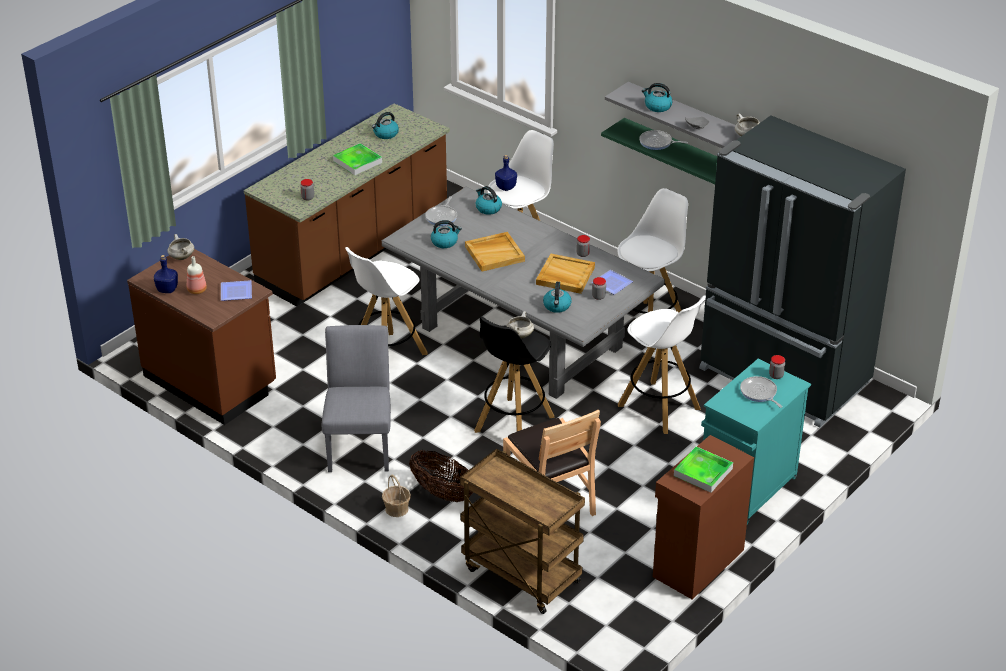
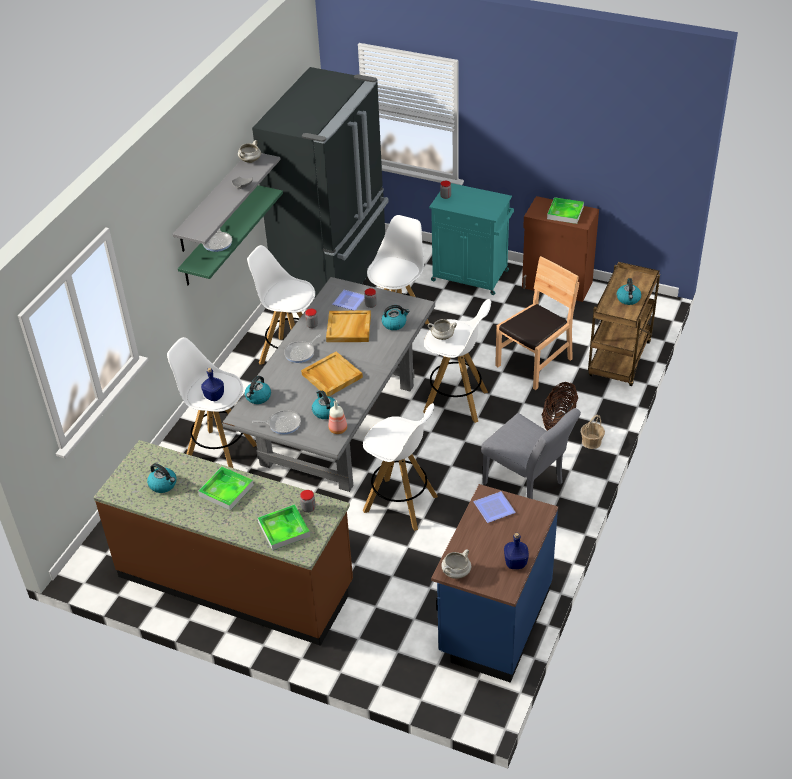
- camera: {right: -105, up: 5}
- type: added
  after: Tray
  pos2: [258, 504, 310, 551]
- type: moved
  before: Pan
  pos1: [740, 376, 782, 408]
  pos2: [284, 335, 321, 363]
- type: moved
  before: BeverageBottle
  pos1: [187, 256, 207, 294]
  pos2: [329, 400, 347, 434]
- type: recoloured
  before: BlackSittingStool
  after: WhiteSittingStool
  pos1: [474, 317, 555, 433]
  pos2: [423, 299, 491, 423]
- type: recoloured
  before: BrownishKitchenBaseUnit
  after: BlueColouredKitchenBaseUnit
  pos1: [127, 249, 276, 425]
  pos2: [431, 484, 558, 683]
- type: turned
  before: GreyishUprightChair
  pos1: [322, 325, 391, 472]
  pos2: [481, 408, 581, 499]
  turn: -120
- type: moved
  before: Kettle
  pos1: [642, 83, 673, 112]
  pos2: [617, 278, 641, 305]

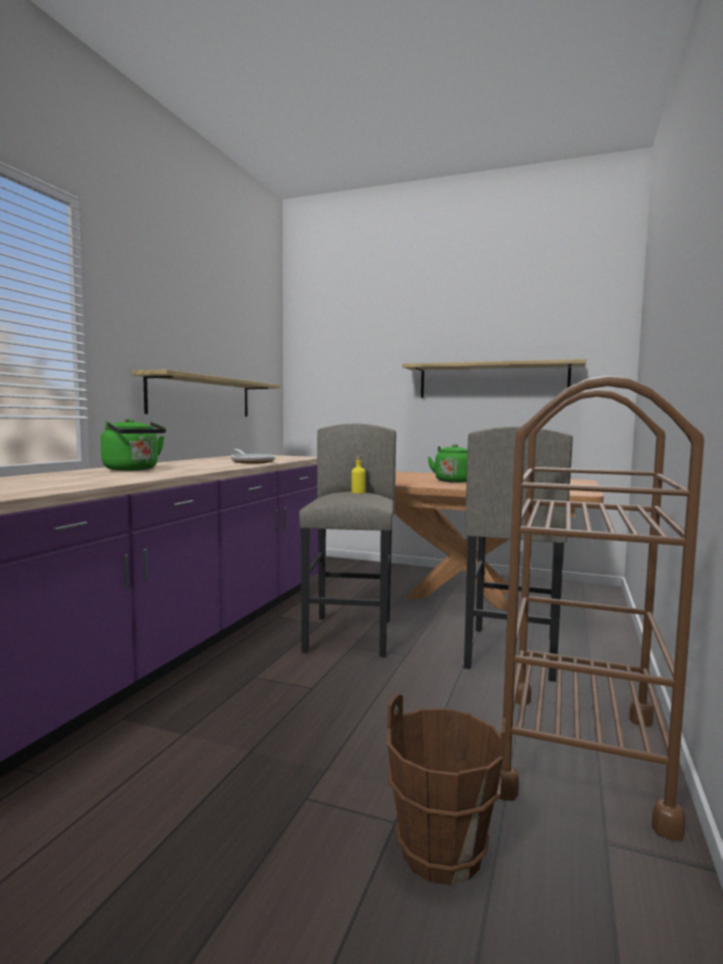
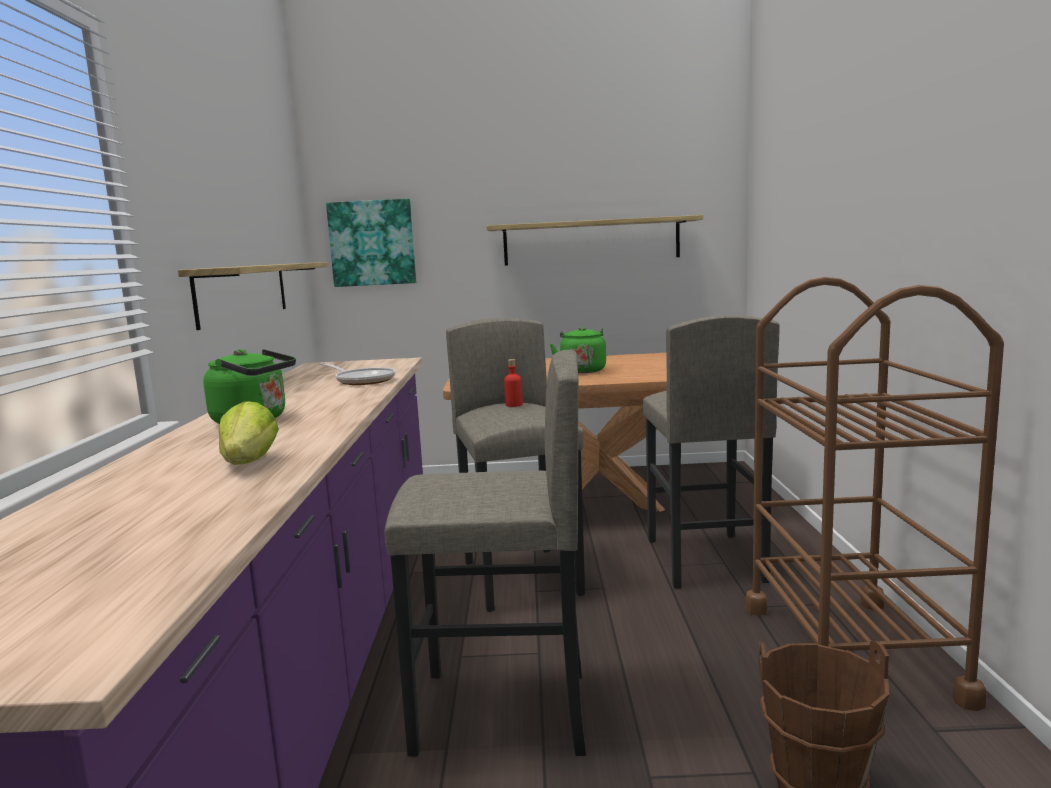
- camera: {right: -20, up: 5}
- type: added
  after: Lettuce
  pos2: [219, 401, 279, 465]
- type: added
  after: Picture
  pos2: [326, 199, 416, 287]
- type: added
  after: GreyishSittingStool
  pos2: [384, 350, 586, 757]
- type: recoloured
  before: YellowBeverageBottle
  after: ReddishBeverageBottle
  pos1: [351, 455, 366, 494]
  pos2: [504, 359, 523, 407]

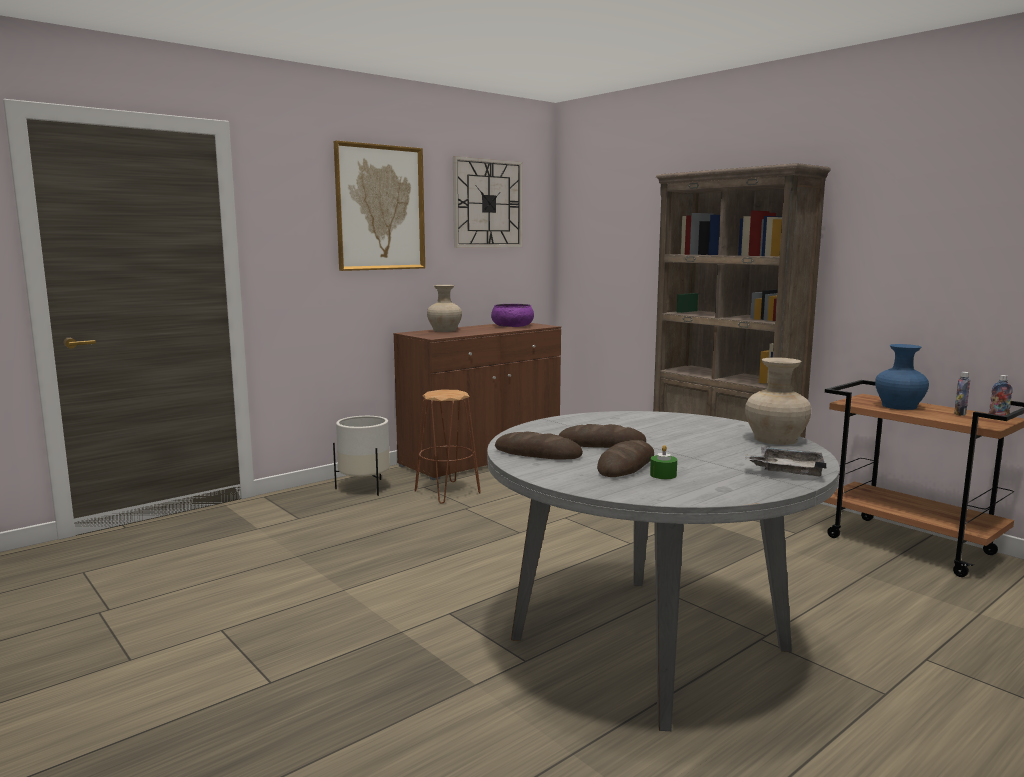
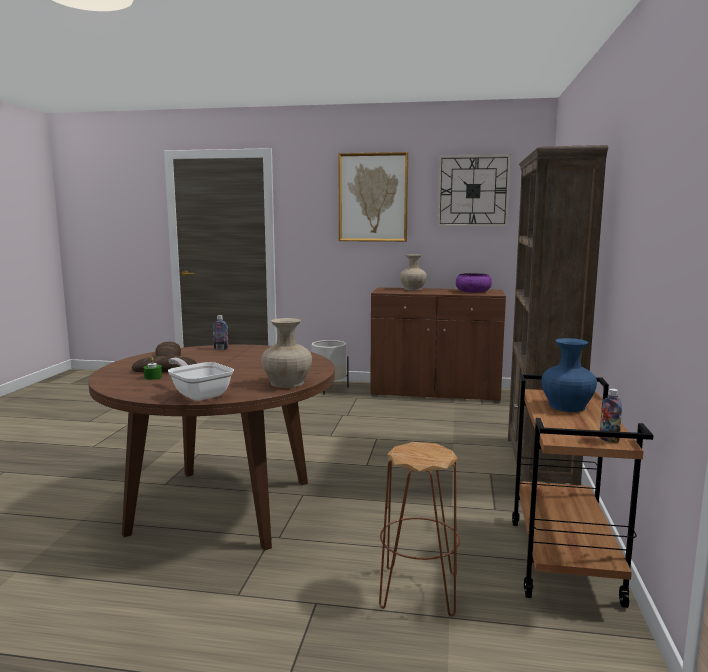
- camera: {right: 50, up: 0}
- type: recoloured
  before: GreyishDiningTable
  after: BrownishDiningTable
  pos1: [487, 411, 840, 731]
  pos2: [88, 345, 335, 551]
- type: replaced
  before: GreyishTray
  after: Pan
  pos1: [745, 447, 826, 476]
  pos2: [168, 358, 234, 401]
- type: moved
  before: BeverageBottle
  pos1: [954, 372, 970, 416]
  pos2: [213, 315, 228, 350]
- type: moved
  before: BrownishSittingStool
  pos1: [415, 389, 481, 504]
  pos2: [379, 442, 460, 616]
- type: removed
  before: Bread
  pos1: [559, 424, 646, 448]

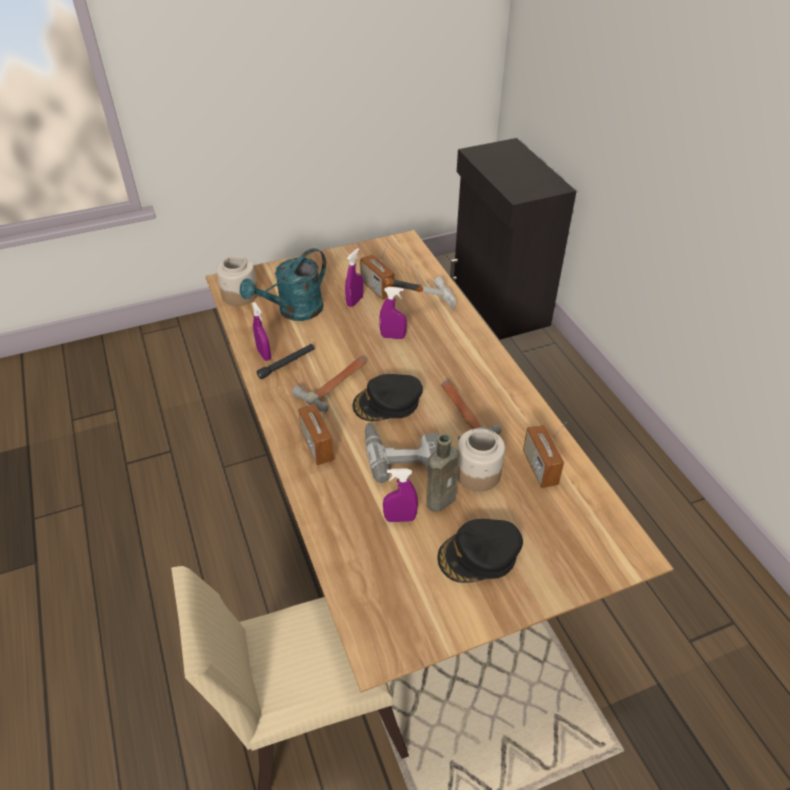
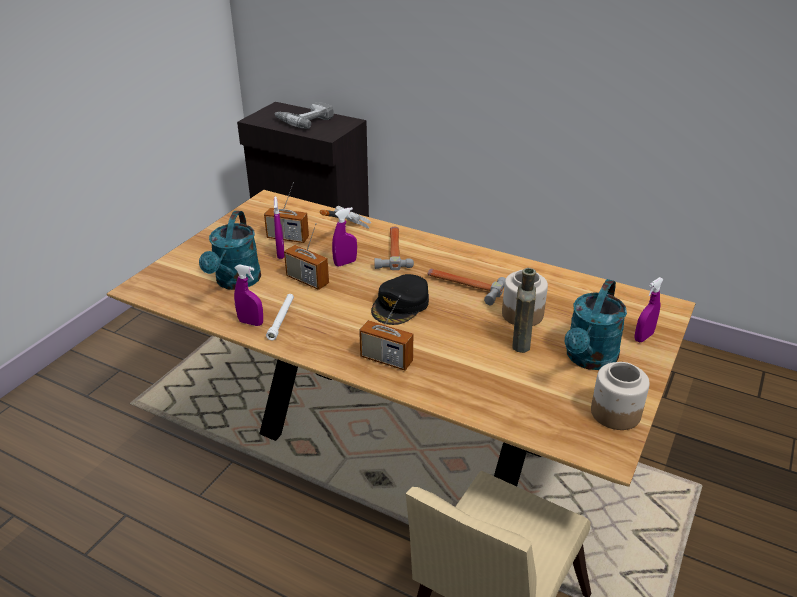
- camera: {right: -40, up: -10}
- type: recoloured
  before: BlackHandTorch
  after: WhiteHandTorch
  pos1: [257, 344, 314, 379]
  pos2: [266, 294, 294, 340]
- type: moved
  before: PowerDrill
  pos1: [365, 423, 438, 483]
  pos2: [275, 102, 334, 129]
- type: moved
  before: RadioReceiver
  pos1: [523, 422, 567, 488]
  pos2: [284, 223, 329, 290]
- type: moved
  before: HandHammer
  pos1: [292, 357, 366, 413]
  pos2: [375, 227, 414, 270]
- type: replaced
  before: BlackCap
  after: TurquoiseWateringCan
  pos1: [437, 519, 523, 583]
  pos2: [565, 279, 627, 370]
- type: moved
  before: Jar
  pos1: [216, 256, 257, 306]
  pos2: [591, 362, 650, 430]
- type: moved
  before: PurpleColouredHandSprayer
  pos1: [383, 469, 418, 522]
  pos2: [635, 277, 664, 342]

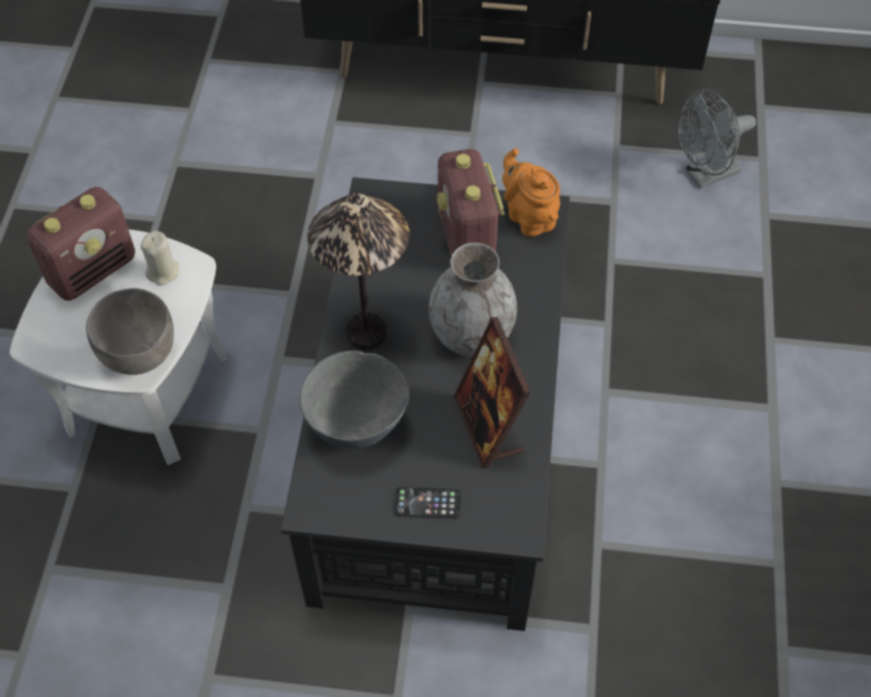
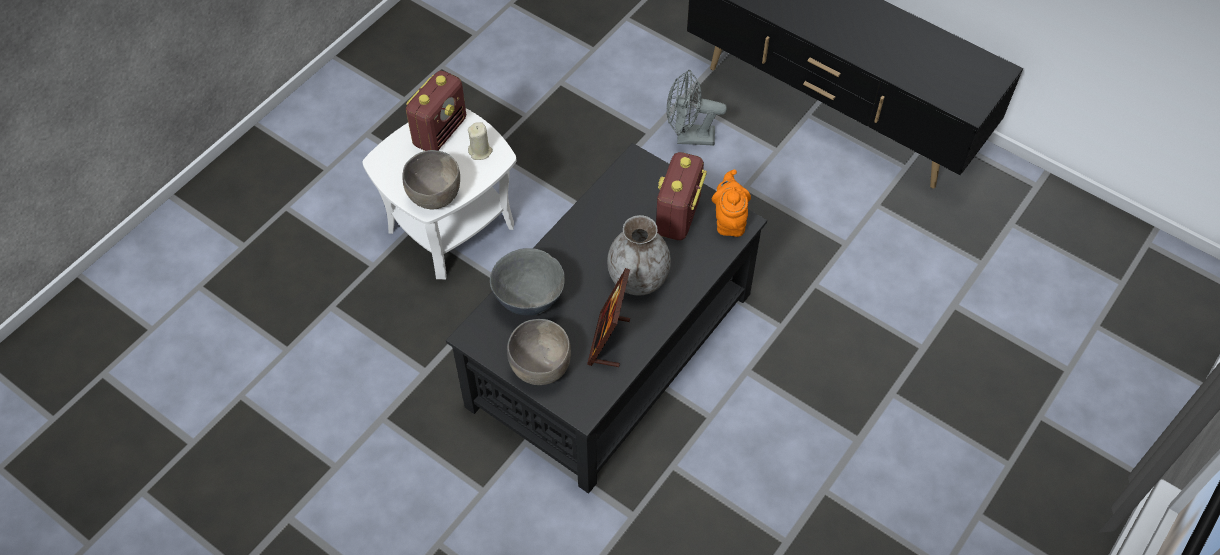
- camera: {right: 30, up: 0}
- type: turned
  before: RadioReceiver
  pos1: [26, 187, 135, 300]
  pos2: [406, 71, 466, 151]
  turn: -45
- type: replaced
  before: Phone
  after: GreyishServingBowl
  pos1: [395, 487, 462, 519]
  pos2: [507, 319, 571, 385]
- type: moved
  before: GreyishCoolingFan
  pos1: [678, 89, 756, 189]
  pos2: [667, 70, 727, 146]
- type: removed
  before: LampForATable
  pos1: [307, 193, 409, 350]

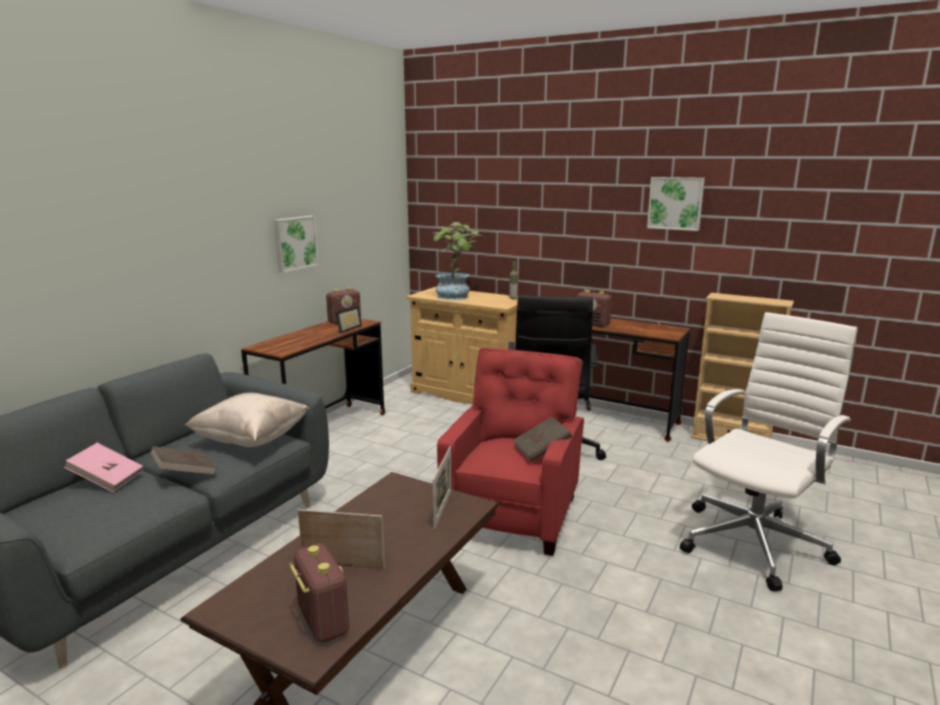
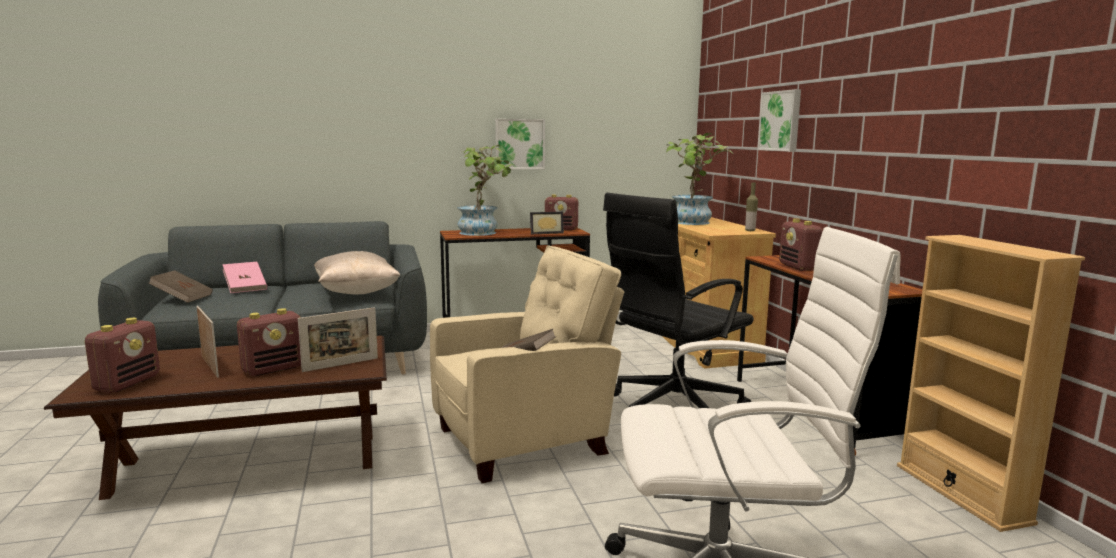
- camera: {right: 45, up: -5}
- type: moved
  before: BrownishBoundBook
  pos1: [150, 446, 217, 475]
  pos2: [149, 270, 213, 303]
- type: added
  after: RadioReceiver
  pos2: [237, 308, 301, 376]
- type: recoloured
  before: ReddishLoungeChair
  after: SandColouredLoungeChair
  pos1: [437, 348, 584, 556]
  pos2: [430, 245, 624, 483]
- type: added
  after: PlantInAPot
  pos2: [457, 145, 513, 236]
- type: moved
  before: Picture
  pos1: [647, 177, 705, 231]
  pos2: [757, 89, 801, 151]

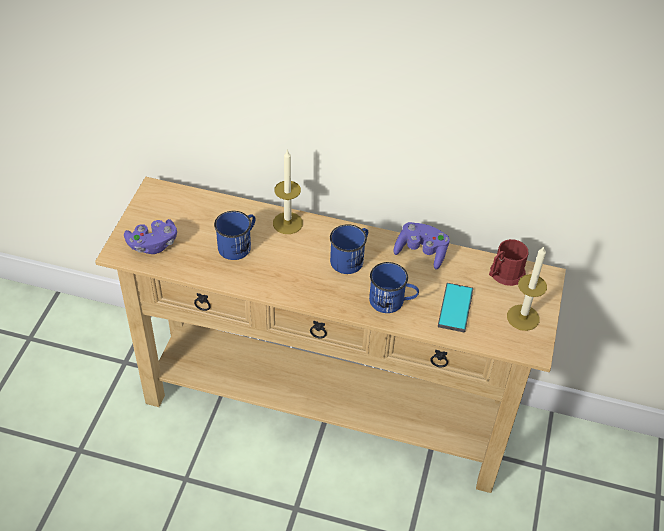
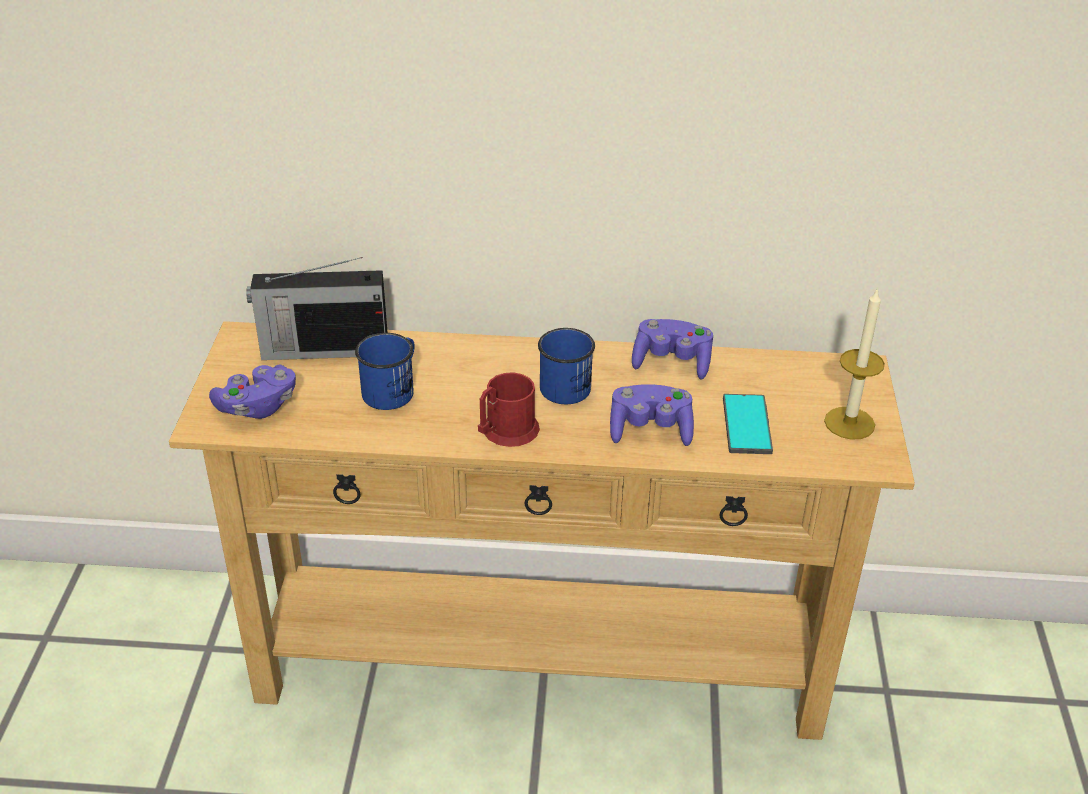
- camera: {right: -10, up: -10}
- type: added
  after: RadioReceiver
  pos2: [246, 257, 388, 360]
- type: moved
  before: ReddishTeaMug
  pos1: [489, 239, 529, 286]
  pos2: [478, 372, 540, 447]
- type: replaced
  before: BlueColouredTeaMug
  after: PurpleColouredGameController
  pos1: [369, 262, 419, 313]
  pos2: [610, 384, 694, 446]
- type: removed
  before: Candle
  pos1: [273, 150, 303, 234]

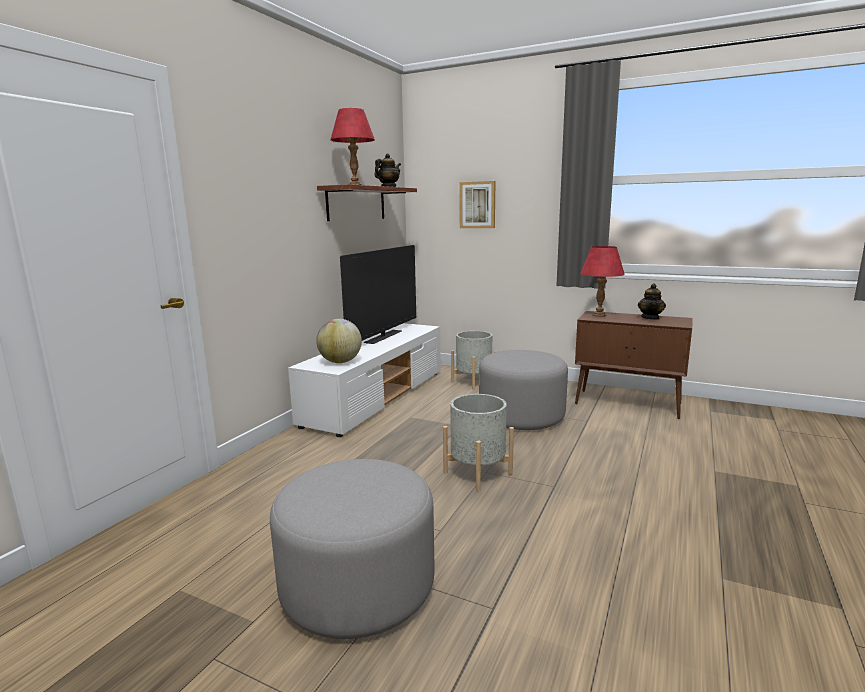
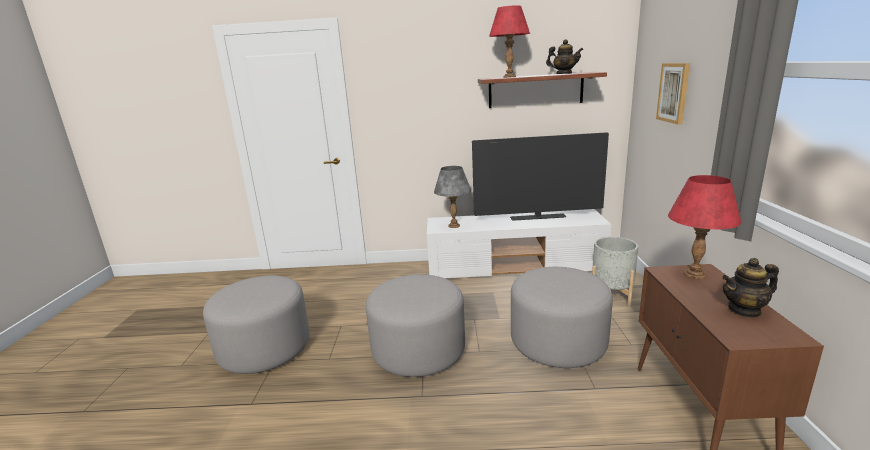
- camera: {right: 65, up: 5}
- type: replaced
  before: GreyishPlanter
  after: GreyishOttoman
  pos1: [443, 394, 514, 491]
  pos2: [366, 274, 465, 377]
- type: replaced
  before: WorldGlobe
  after: GreyishLampForATable
  pos1: [316, 319, 362, 363]
  pos2: [434, 166, 471, 228]

